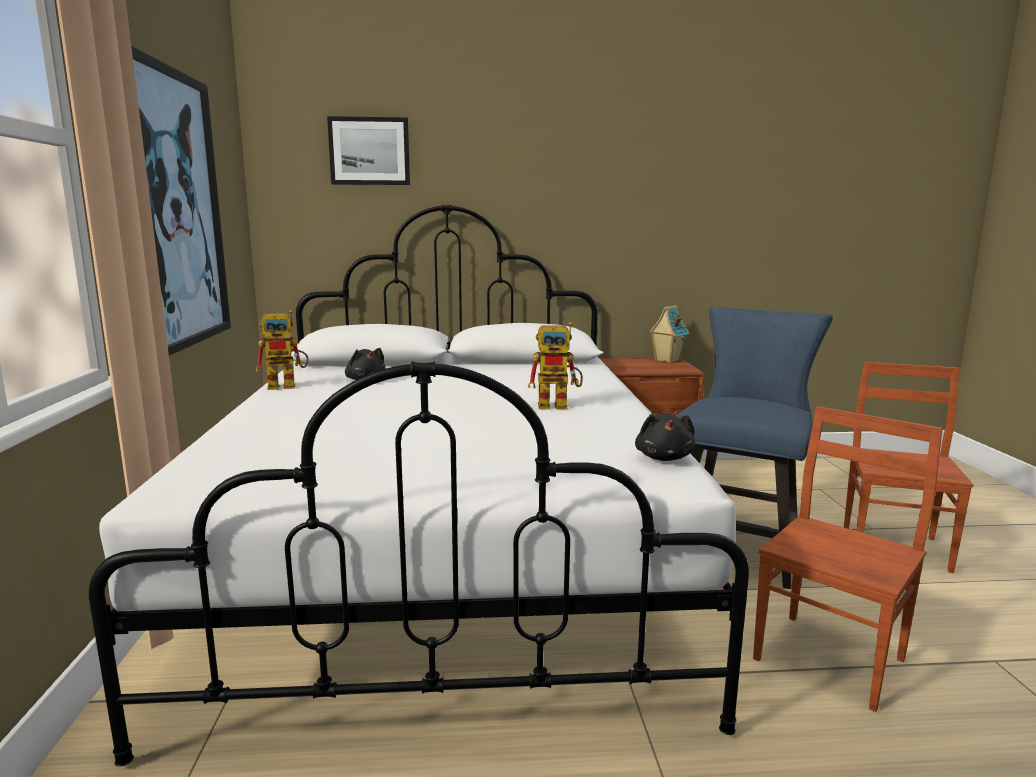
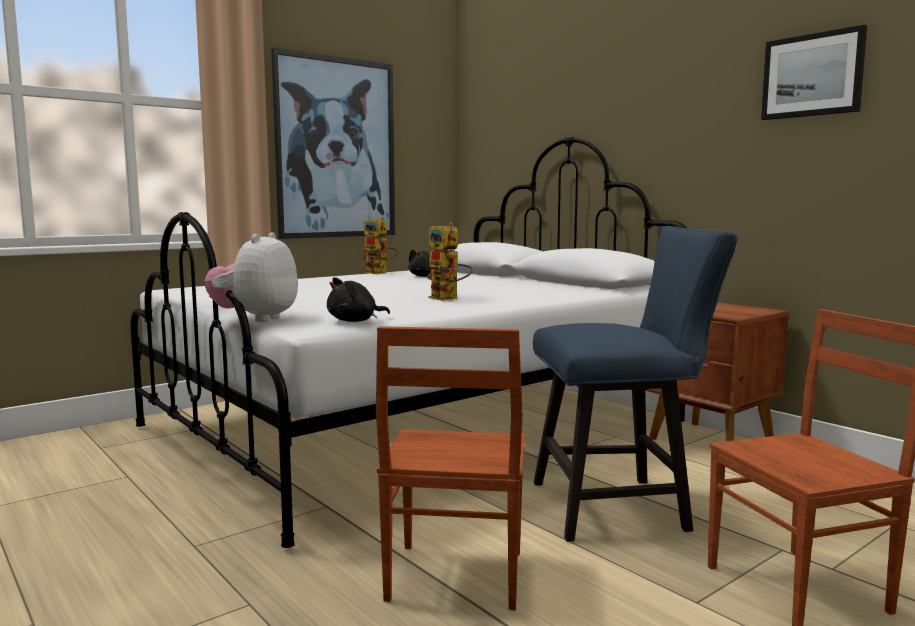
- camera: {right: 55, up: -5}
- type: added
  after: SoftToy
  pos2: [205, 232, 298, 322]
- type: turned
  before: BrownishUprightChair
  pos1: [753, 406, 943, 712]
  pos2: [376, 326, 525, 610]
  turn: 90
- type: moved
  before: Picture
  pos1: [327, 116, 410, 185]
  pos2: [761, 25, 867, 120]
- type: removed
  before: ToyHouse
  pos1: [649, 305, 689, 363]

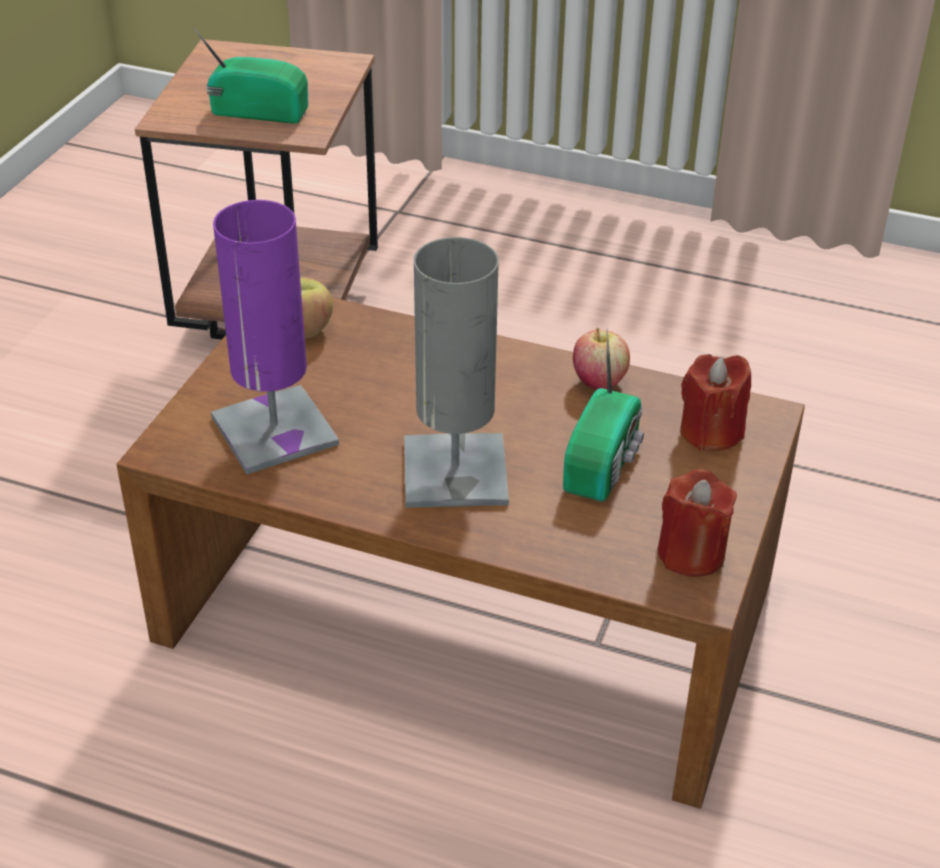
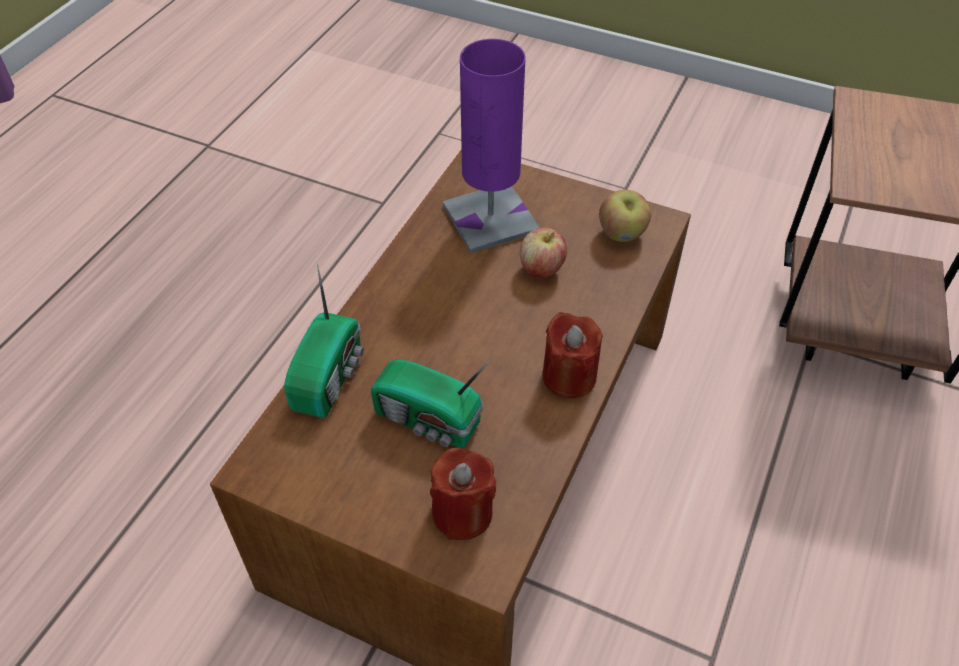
- camera: {right: 95, up: 10}
- type: moved
  before: RadioReceiver
  pos1: [193, 27, 308, 124]
  pos2: [284, 265, 364, 418]
- type: moved
  before: WholeApple
  pos1: [573, 328, 630, 390]
  pos2: [520, 228, 567, 278]
- type: moved
  before: ReddishCandle
  pos1: [657, 469, 737, 577]
  pos2: [542, 312, 603, 398]
- type: removed
  before: GreyishLampForATable
  pos1: [404, 237, 509, 508]

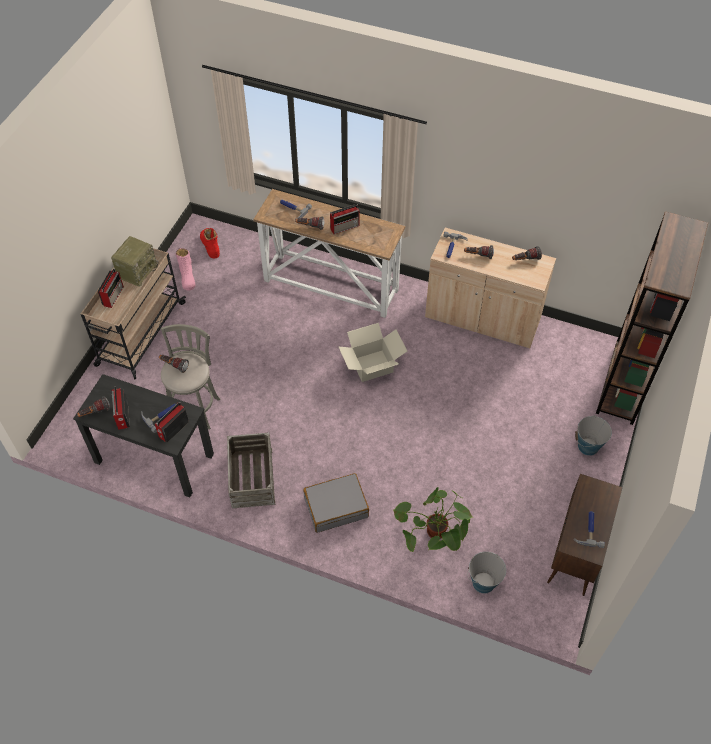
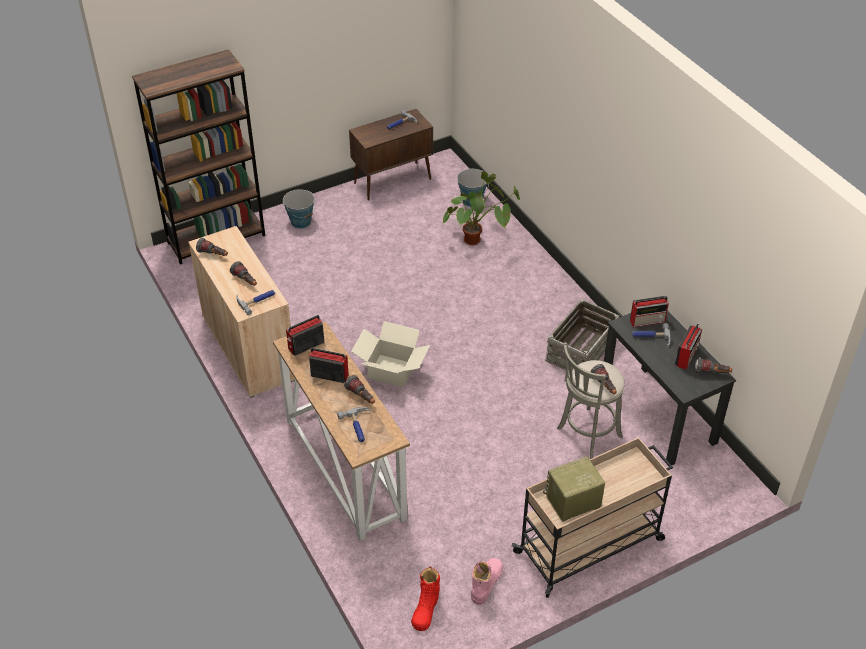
- camera: {right: -140, up: -10}
- type: moved
  before: RadioReceiver
  pos1: [98, 269, 124, 308]
  pos2: [286, 315, 324, 356]
- type: removed
  before: GreyishPieceOfLuggage
  pos1: [303, 473, 369, 533]

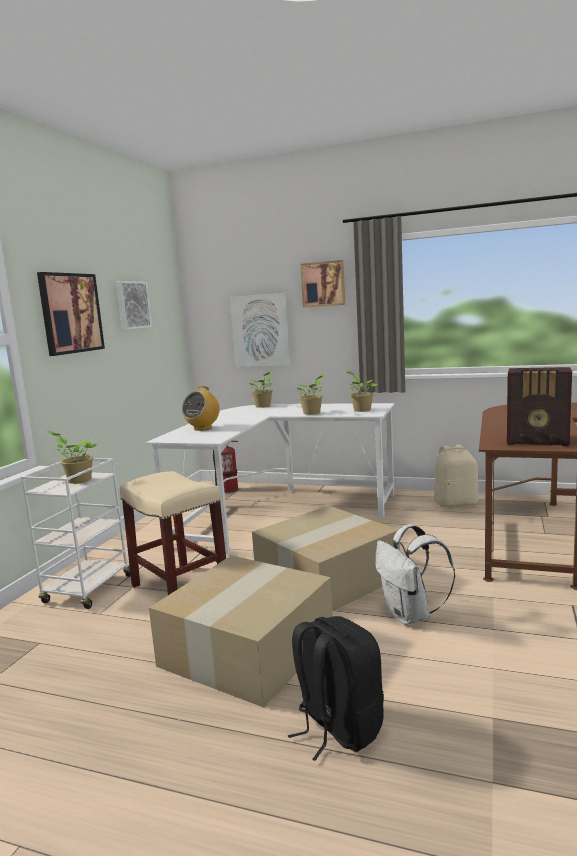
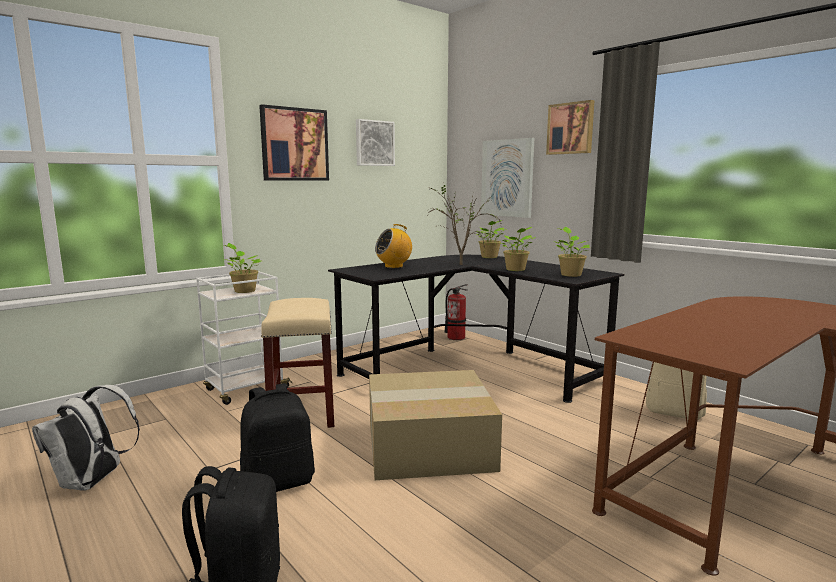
- camera: {right: 30, up: 0}
- type: moved
  before: WhiteKnapsack
  pos1: [375, 524, 455, 625]
  pos2: [32, 385, 140, 491]
- type: replaced
  before: CardboardBox
  after: BlackKnapsack
  pos1: [149, 556, 333, 708]
  pos2: [240, 383, 315, 492]
- type: recoloured
  before: WhiteDeskTable
  after: BlackDeskTable
  pos1: [145, 403, 395, 556]
  pos2: [328, 255, 624, 403]
- type: added
  after: PlantInAPot
  pos2: [428, 185, 502, 265]
- type: removed
  before: RadioReceiver
  pos1: [507, 367, 572, 446]

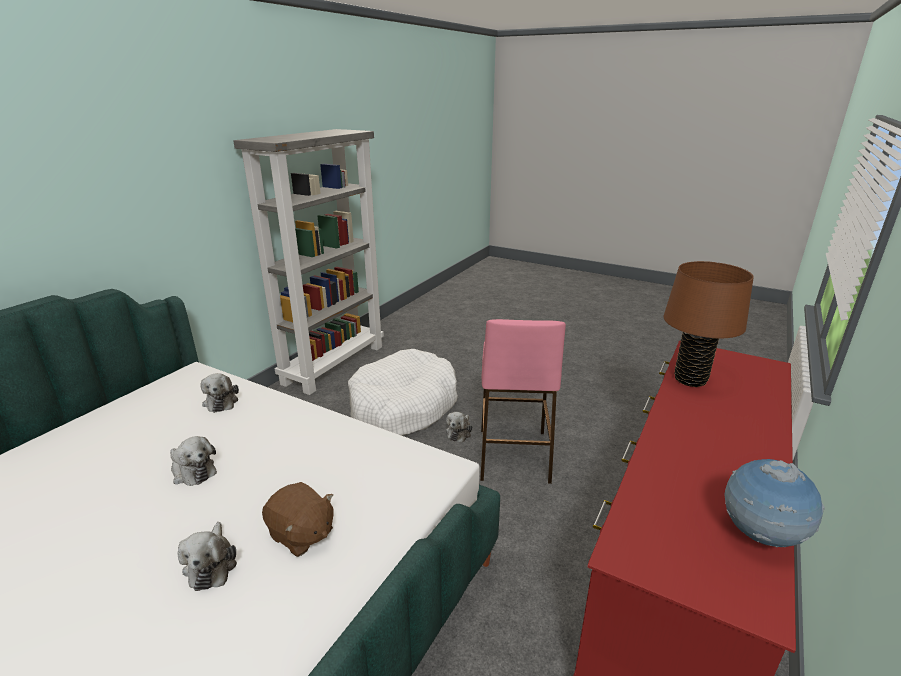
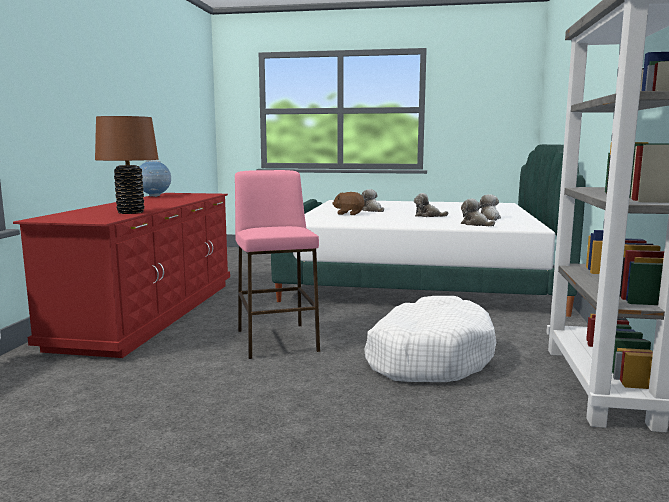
- camera: {right: 160, up: -15}
- type: moved
  before: SoftToy
  pos1: [446, 412, 472, 443]
  pos2: [478, 194, 501, 221]

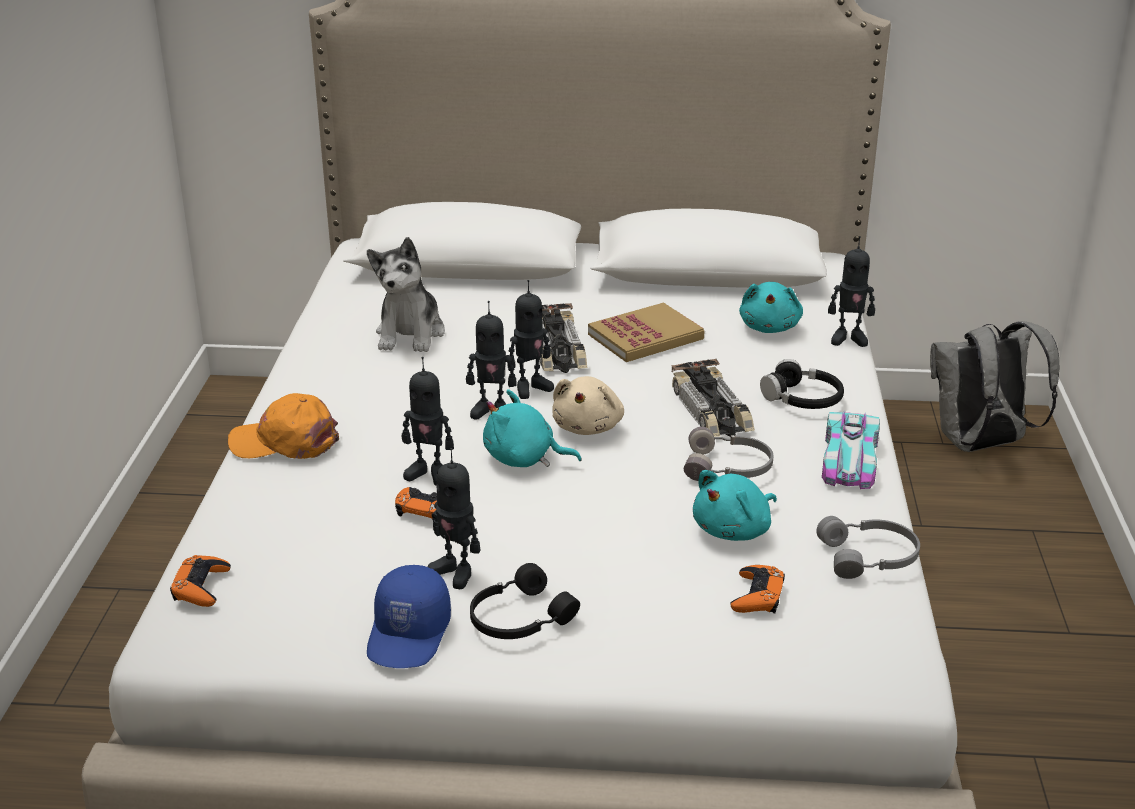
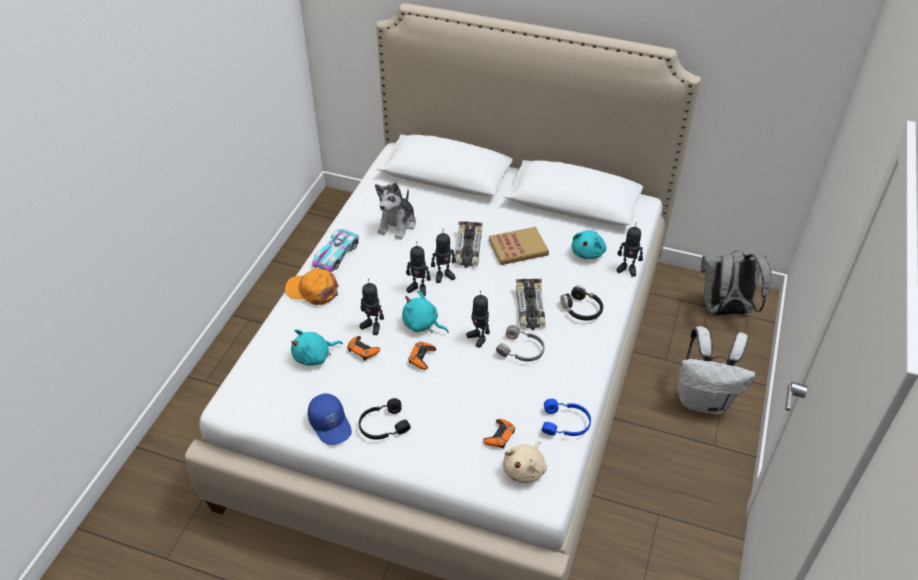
- camera: {right: 15, up: 15}
- type: moved
  before: TurquoiseSoftToy
  pos1: [693, 470, 777, 541]
  pos2: [291, 329, 343, 366]
- type: turned
  before: BlueColouredCap
  pos1: [367, 565, 451, 668]
  pos2: [308, 393, 352, 445]
  turn: -60
- type: moved
  before: ToyCar
  pos1: [822, 412, 880, 489]
  pos2: [312, 229, 359, 272]
- type: moved
  before: OrangeyGameController
  pos1: [170, 555, 231, 607]
  pos2: [408, 342, 436, 370]
- type: moved
  before: RobotFigure
  pos1: [427, 448, 481, 589]
  pos2: [466, 291, 490, 348]
- type: moved
  before: SandColouredSoftToy
  pos1: [552, 376, 624, 435]
  pos2: [503, 441, 547, 483]
- type: recoloured
  before: GreyishPairOfHeadphones
  after: BlueColouredPairOfHeadphones
  pos1: [816, 516, 920, 579]
  pos2: [541, 399, 591, 436]
- type: added
  after: WhiteKnapsack
  pos2: [678, 326, 756, 415]

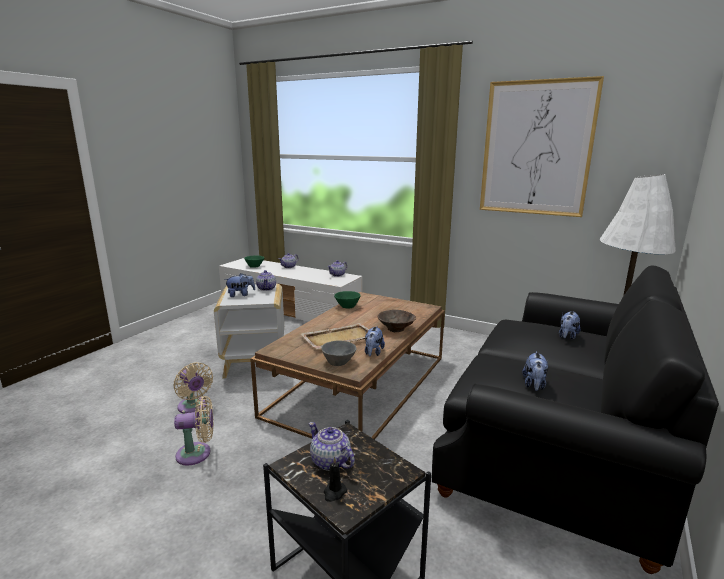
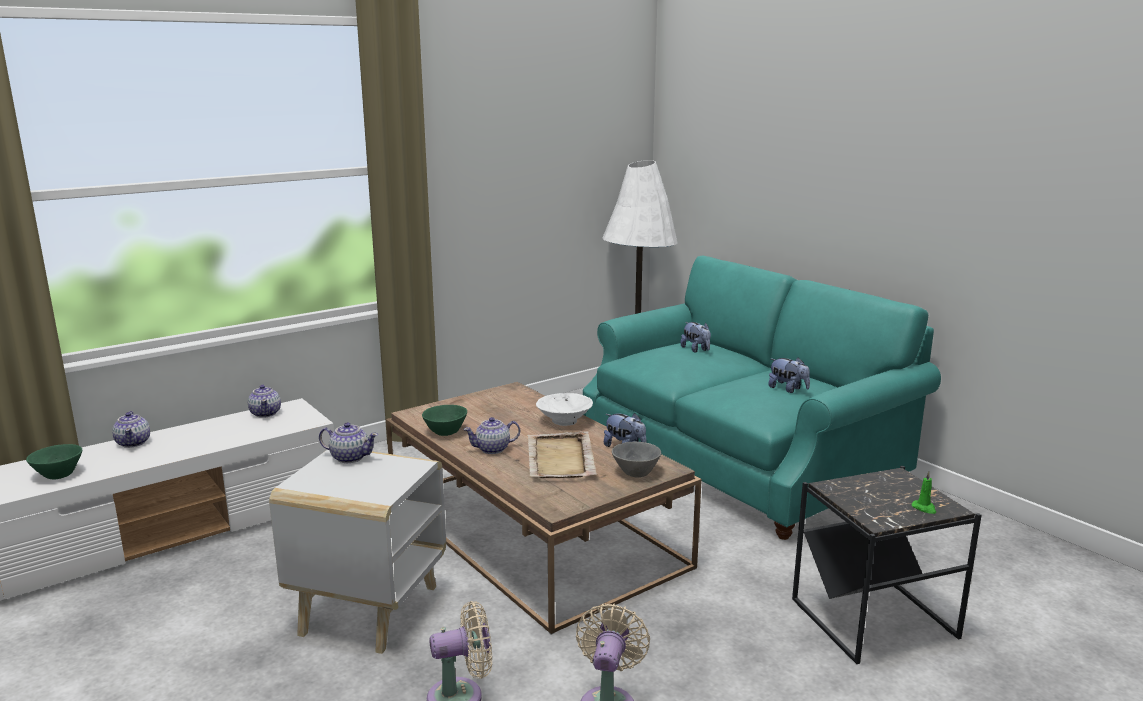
- camera: {right: -65, up: 0}
- type: moved
  before: PotForTea
  pos1: [309, 422, 355, 471]
  pos2: [463, 417, 520, 454]
- type: recoloured
  before: BrownishServingBowl
  after: WhiteServingBowl
  pos1: [378, 310, 416, 332]
  pos2: [536, 393, 593, 426]
- type: recoloured
  before: BlackSofa
  after: TurquoiseSofa
  pos1: [432, 265, 719, 574]
  pos2: [583, 256, 941, 540]
- type: recoloured
  before: BlackCandle
  after: GreenColouredCandle
  pos1: [324, 457, 347, 502]
  pos2: [912, 471, 936, 514]
- type: removed
  before: SoftToy
  pos1: [224, 273, 255, 297]
- type: removed
  before: Picture
  pos1: [480, 76, 604, 217]

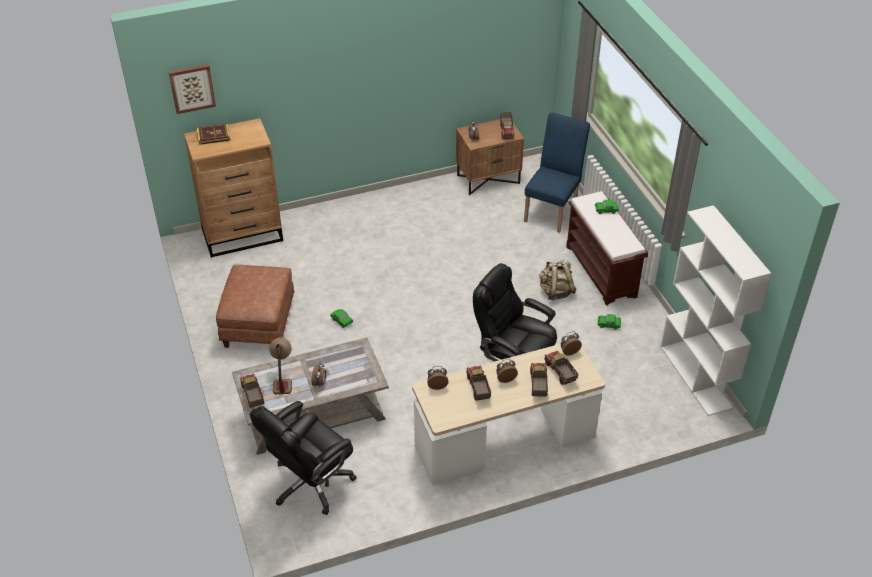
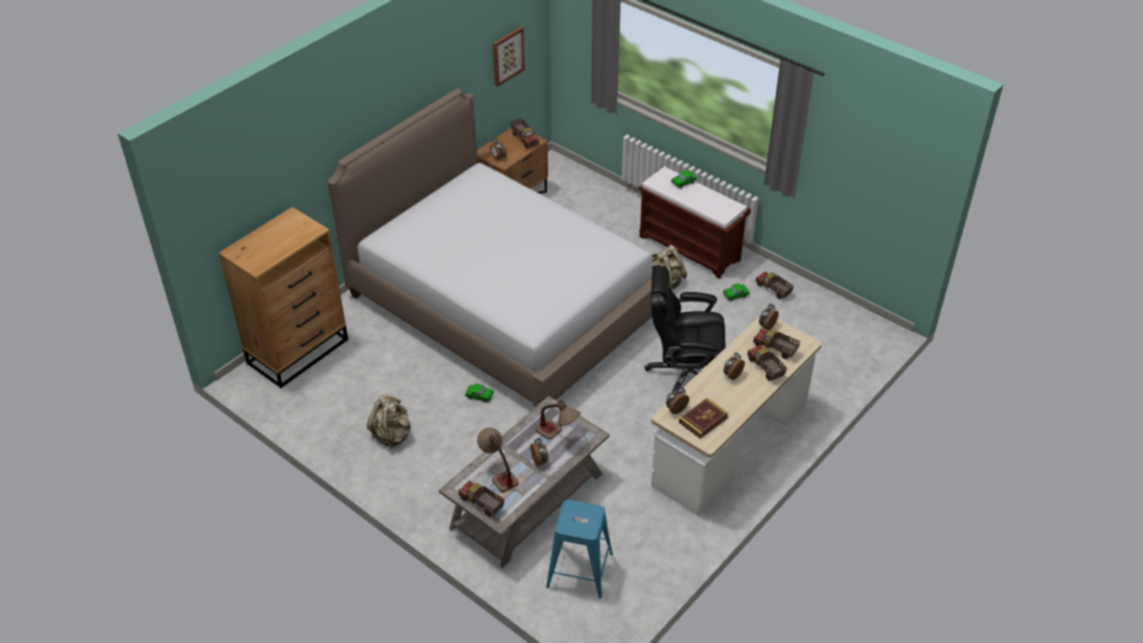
- camera: {right: -30, up: 0}
- type: added
  after: Bed
  pos2: [327, 88, 670, 407]
- type: replaced
  before: BrownishOttoman
  after: SandColouredKnapsack
  pos1: [216, 265, 295, 349]
  pos2: [367, 394, 411, 449]
- type: moved
  before: Picture
  pos1: [169, 64, 216, 114]
  pos2: [493, 26, 525, 87]
- type: added
  after: LampForATable
  pos2: [536, 401, 580, 440]
- type: replaced
  before: BlackDeskChair
  after: BlueColouredSittingStool
  pos1: [250, 401, 357, 515]
  pos2: [546, 500, 613, 598]
- type: moved
  before: BoundBook
  pos1: [197, 124, 230, 145]
  pos2: [679, 397, 729, 439]
- type: moved
  before: ModelTruck
  pos1: [466, 366, 491, 401]
  pos2: [755, 271, 794, 299]
- type: removed
  before: BlueColouredUprightChair
  pos1: [524, 112, 590, 233]
- type: removed
  before: WhiteBookshelf
  pos1: [660, 205, 771, 416]

